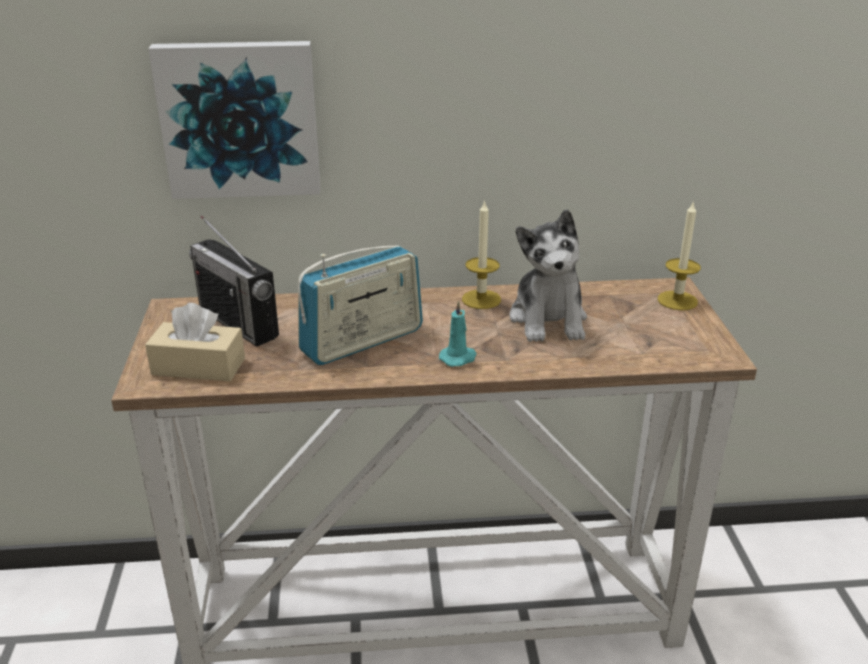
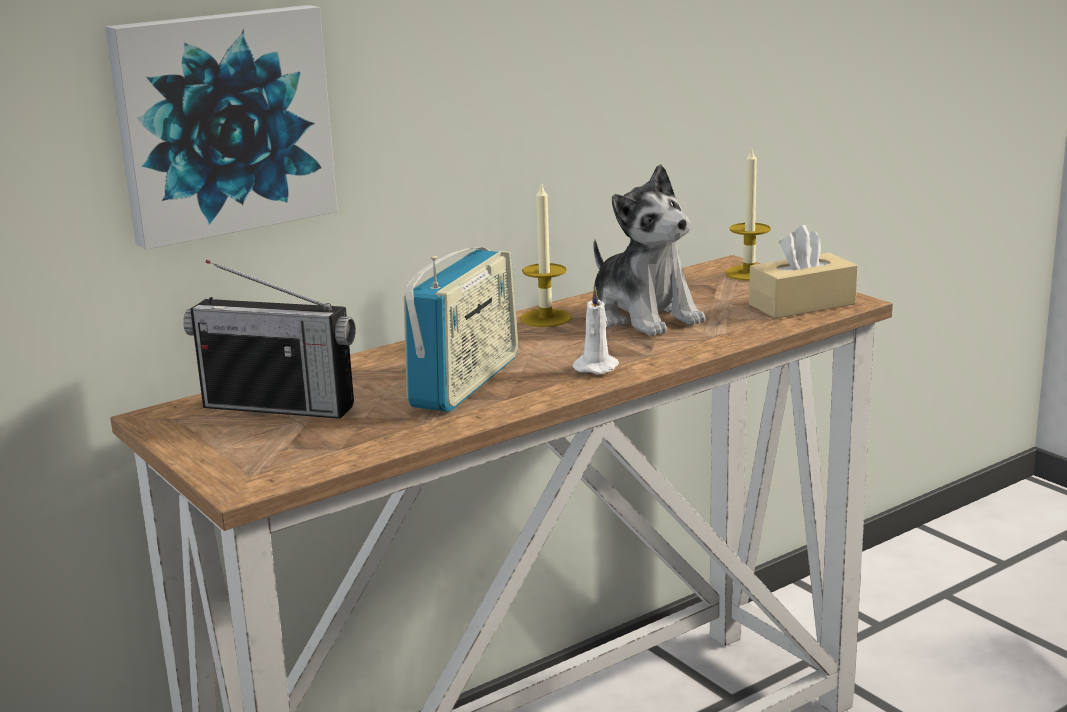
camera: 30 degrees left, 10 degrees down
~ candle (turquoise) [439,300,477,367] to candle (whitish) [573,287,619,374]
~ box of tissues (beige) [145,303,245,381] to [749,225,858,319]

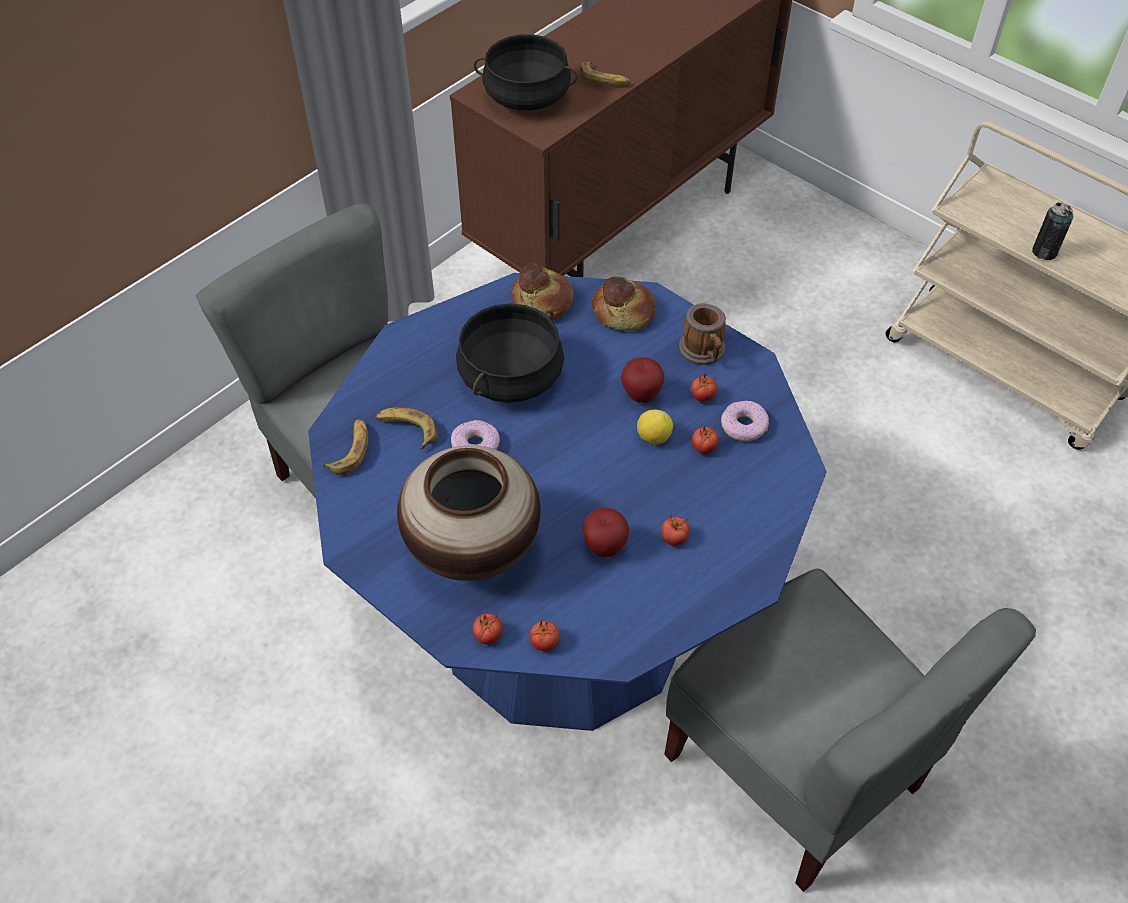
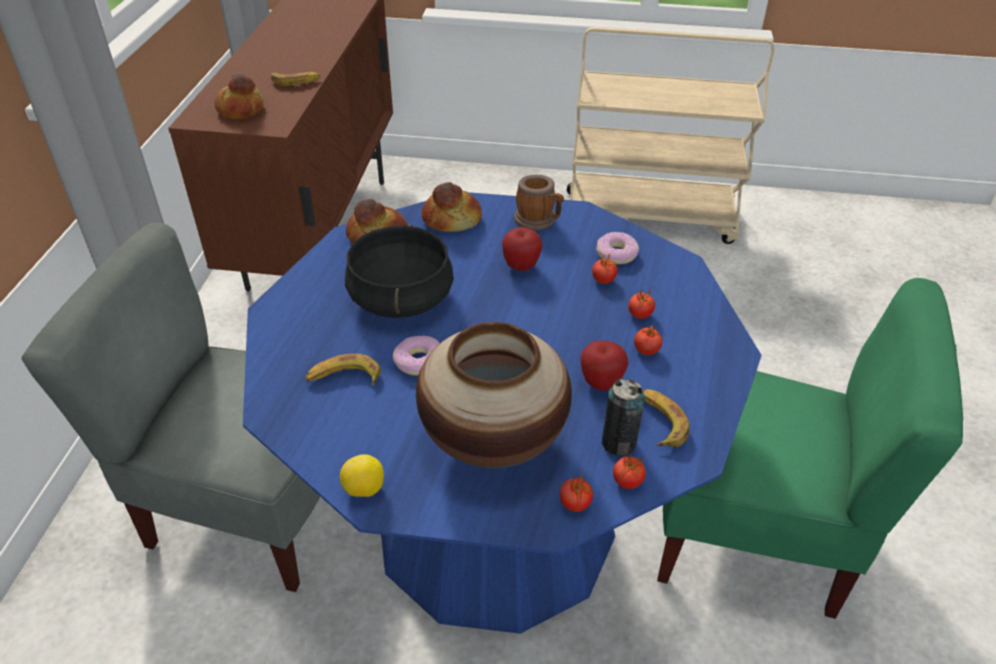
camera: 35 degrees left, 10 degrees down
~ cooking pot (black-coloured) [474,34,578,110] to baked bread [215,74,264,119]
~ can [1032,203,1073,260] to [602,379,645,456]
~ fresh tomato [691,373,717,402] to [628,289,655,319]
~ lemon [637,410,673,445] to [340,454,384,497]
~ banana fruit [322,419,368,475] to [643,389,690,447]
~ plain chair (greyish) [664,568,1036,892] to plain chair (green-coloured) [657,278,963,619]

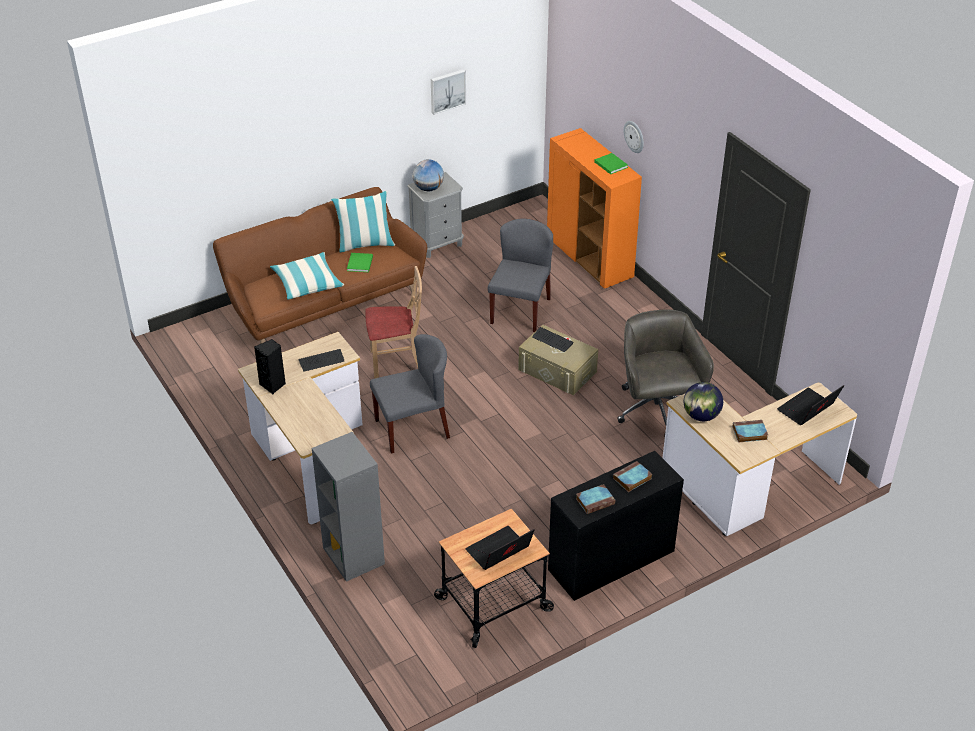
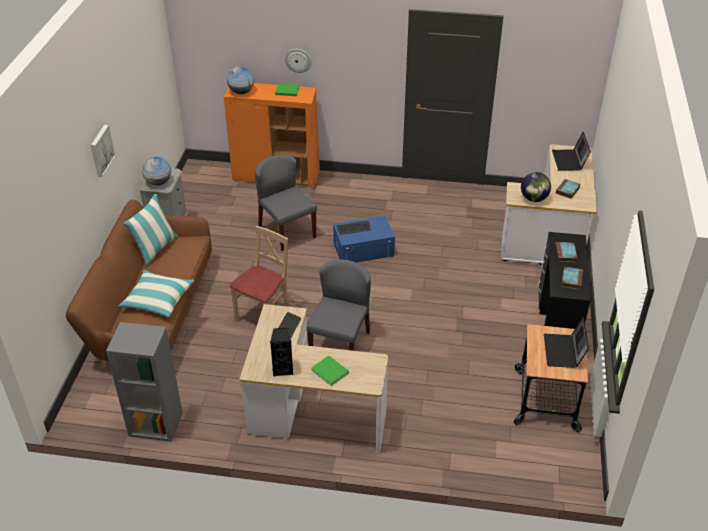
camera: 50 degrees left, 0 degrees up
~ picture [431,69,466,115] to [91,124,115,177]
~ book (green-coloured) [347,253,373,272] to [311,355,349,386]
- computer chair (greyish) [617,310,714,438]
~ storage container (beige) [518,325,598,396] to storage container (bluish) [333,216,395,263]
~ bookcase (greyish) [312,432,385,582] to [106,322,183,442]
+ desk globe [227,67,254,94]

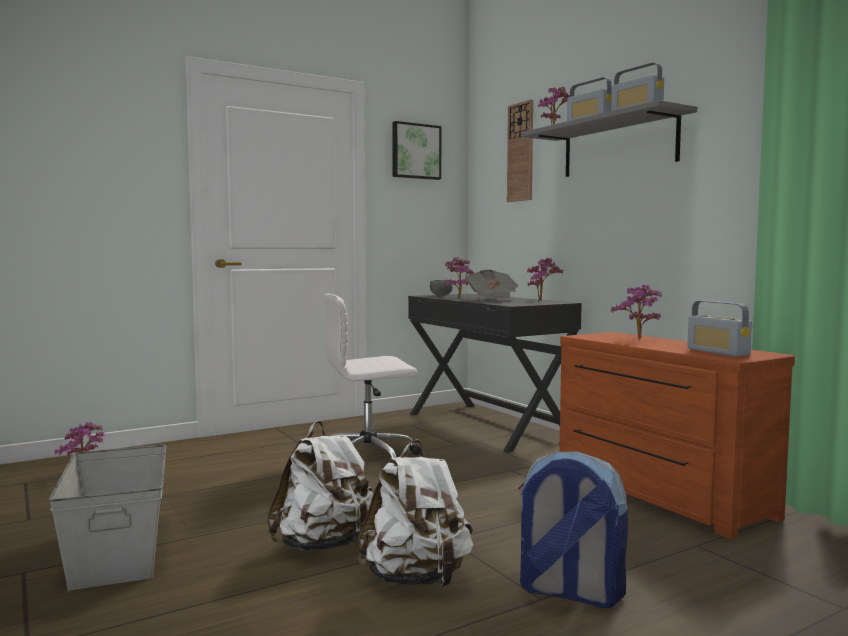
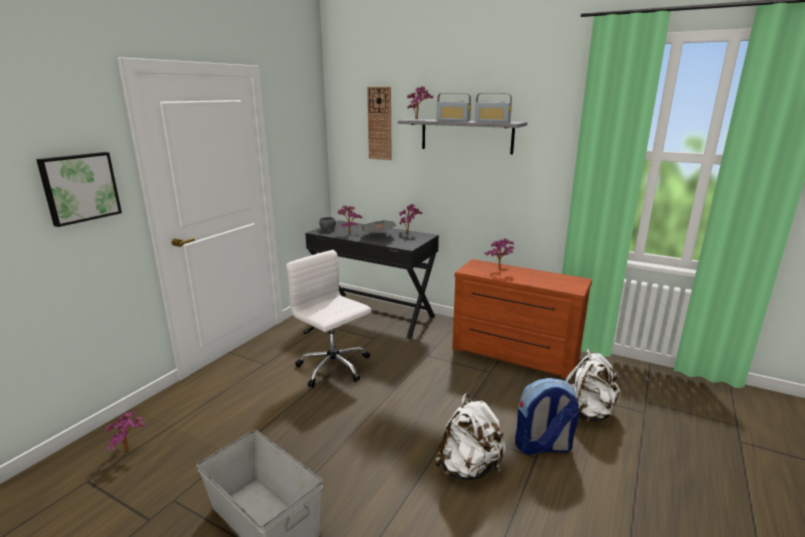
camera: 30 degrees left, 15 degrees up
~ picture [392,121,441,180] to [36,152,122,227]
~ computer chair (whitish) [324,293,421,458] = [286,250,371,388] 90 degrees clockwise
- radio [687,301,752,357]
~ backpack (whitish) [267,421,373,551] to [565,349,621,422]

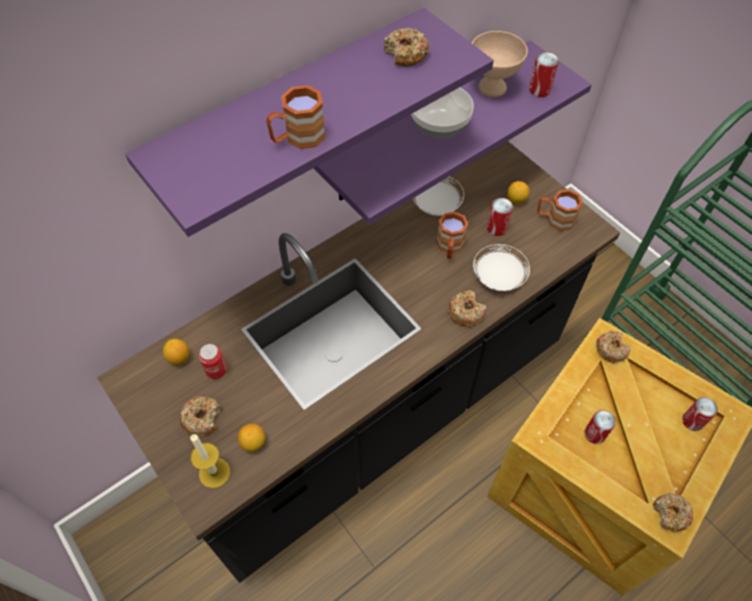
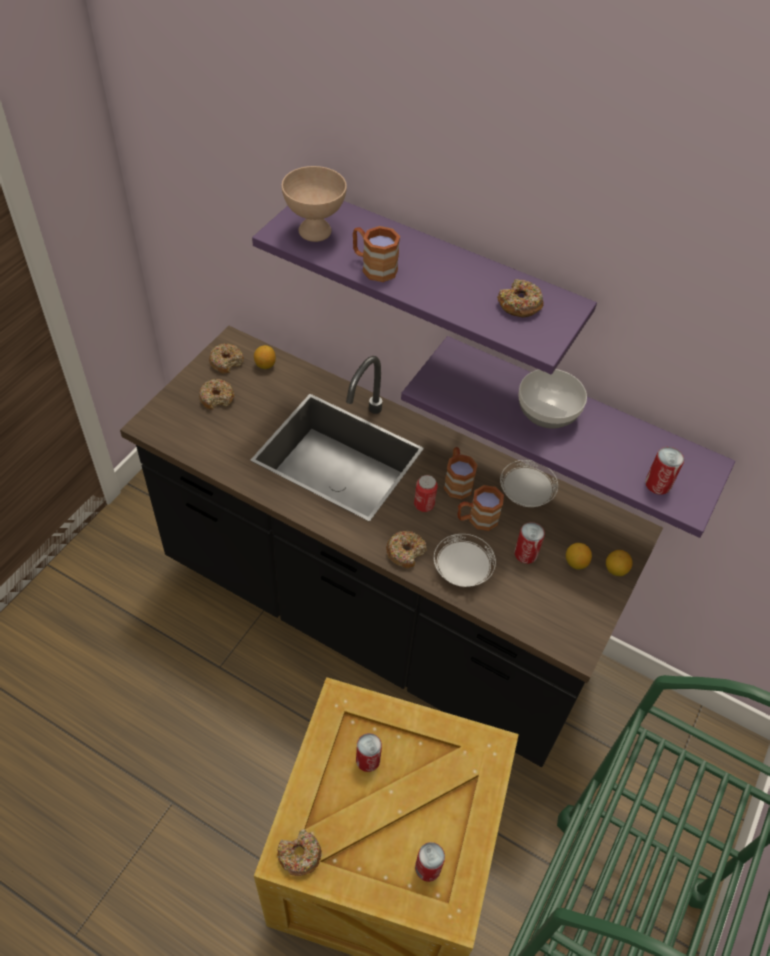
camera: 65 degrees right, 5 degrees down
~ serving bowl (beige) [472,31,528,97] to [282,166,347,242]
~ coffee mug (brown) [537,189,583,231] to [444,447,477,500]
~ ring doughnut [596,331,631,363] to [209,344,244,374]
~ can [199,344,227,379] to [414,475,438,512]
~ lemon [238,424,265,452] to [606,550,633,576]
- candle [190,434,230,488]

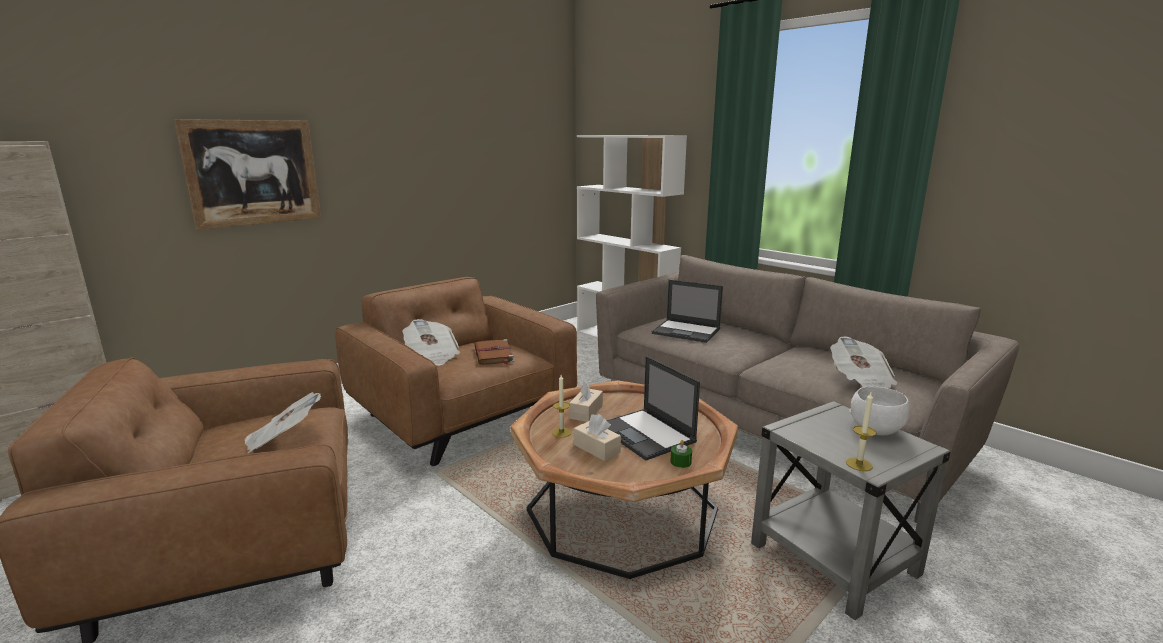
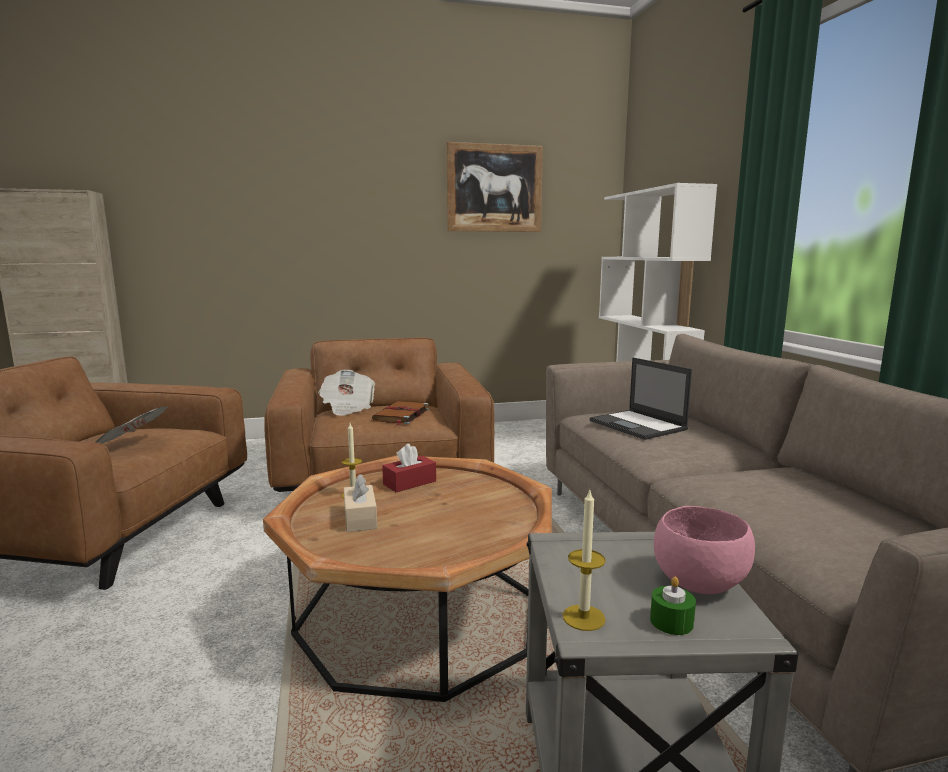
camera: 30 degrees right, 5 degrees down
~ picture [174,119,321,230] to [447,142,543,232]
- daily paper [830,336,897,388]
- laptop [606,356,700,461]
~ box of tissues (beige) [569,381,603,422] to box of tissues (red-coloured) [382,444,436,492]
~ serving bowl (whitish) [849,386,910,436] to serving bowl (pink-coloured) [654,506,755,594]
~ candle (green-coloured) [670,440,692,468] to [650,577,696,635]

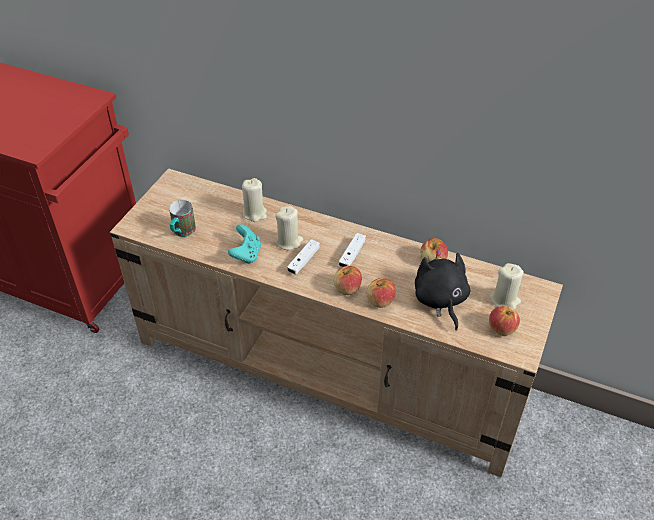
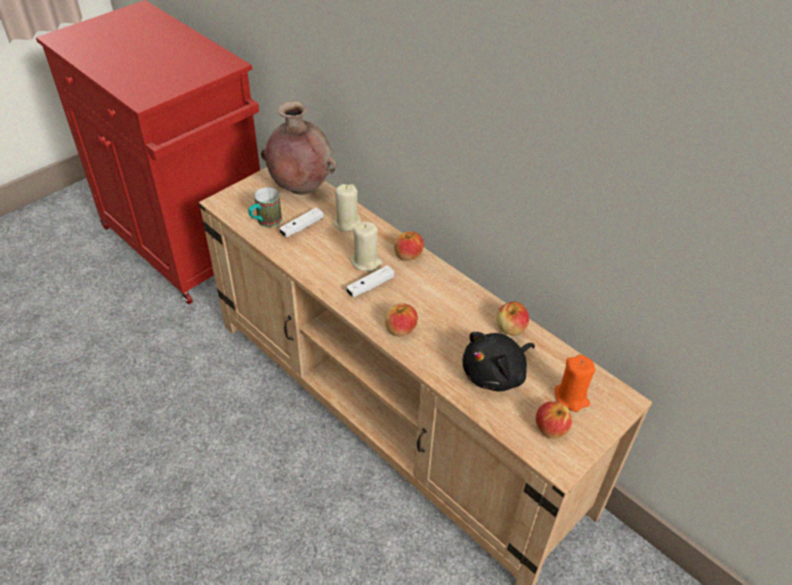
camera: 20 degrees right, 0 degrees up
- gamepad (turquoise) [228,224,261,264]
~ gamepad (whitish) [338,233,366,267] to [279,207,323,237]
~ soft toy (black-coloured) [415,249,470,331] = [462,332,535,392] 135 degrees counterclockwise
~ candle (beige) [490,263,524,309] to candle (orangey) [554,354,595,412]
~ whole apple [367,278,396,308] to [394,231,424,261]
+ vase (brown) [261,101,337,195]

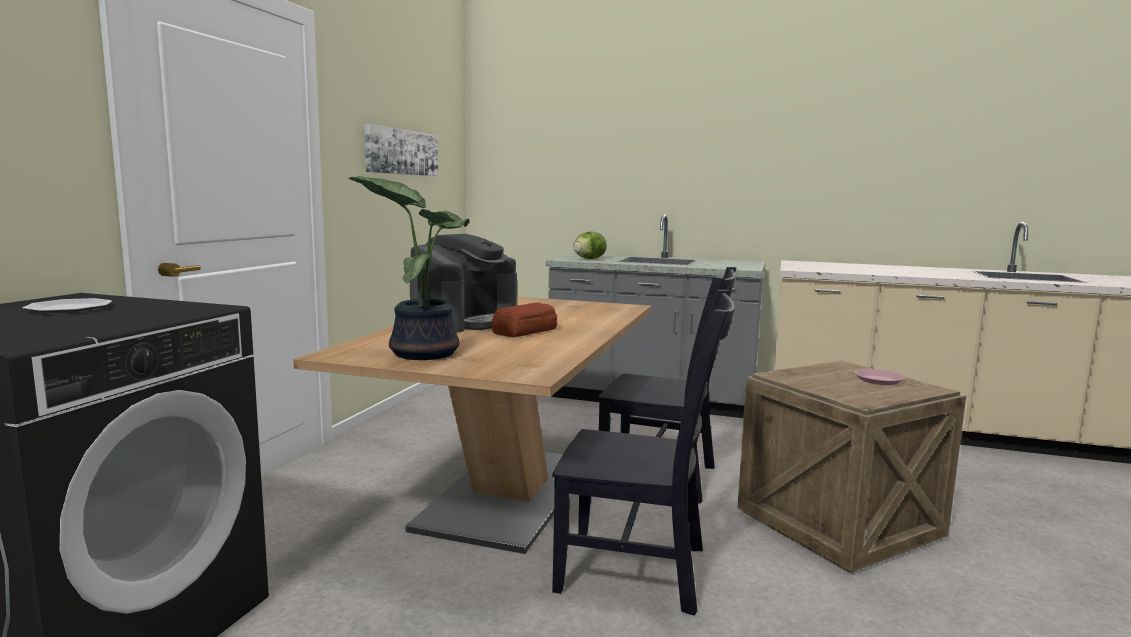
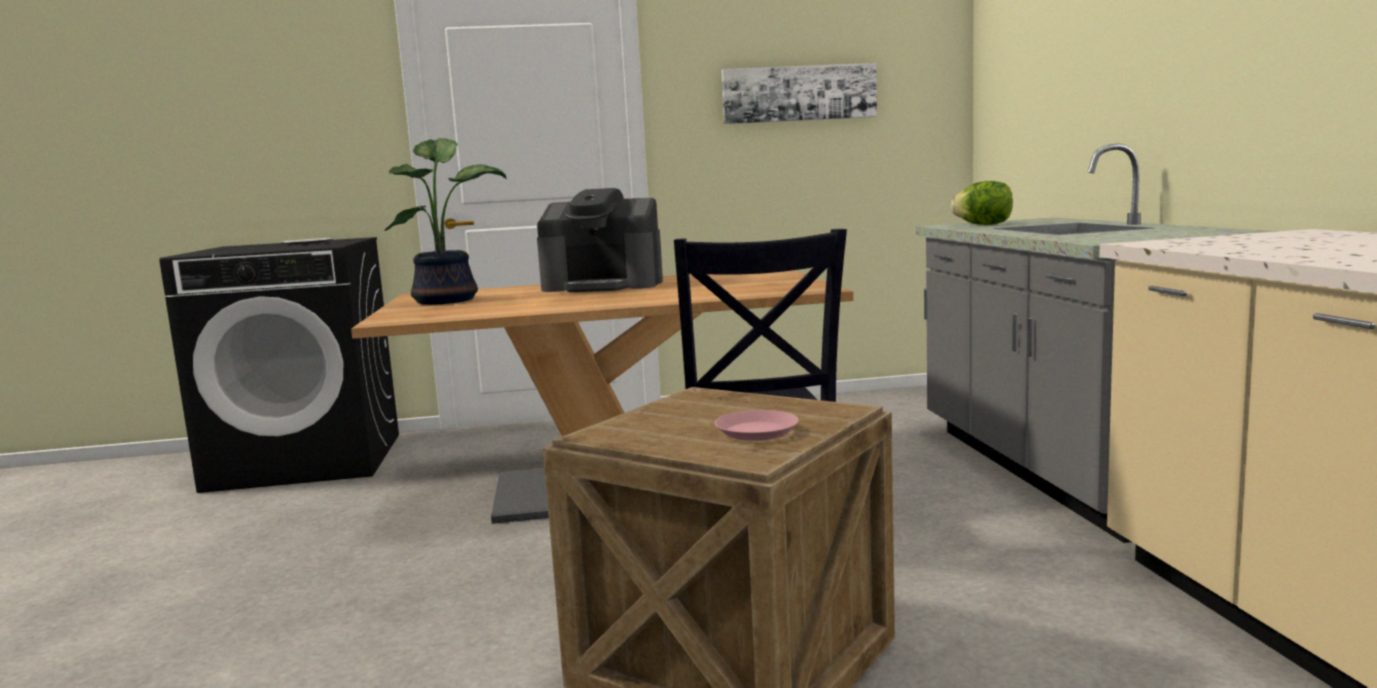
camera: 65 degrees right, 0 degrees up
- plain chair (black-coloured) [552,290,735,616]
- baked bread [492,303,557,337]

